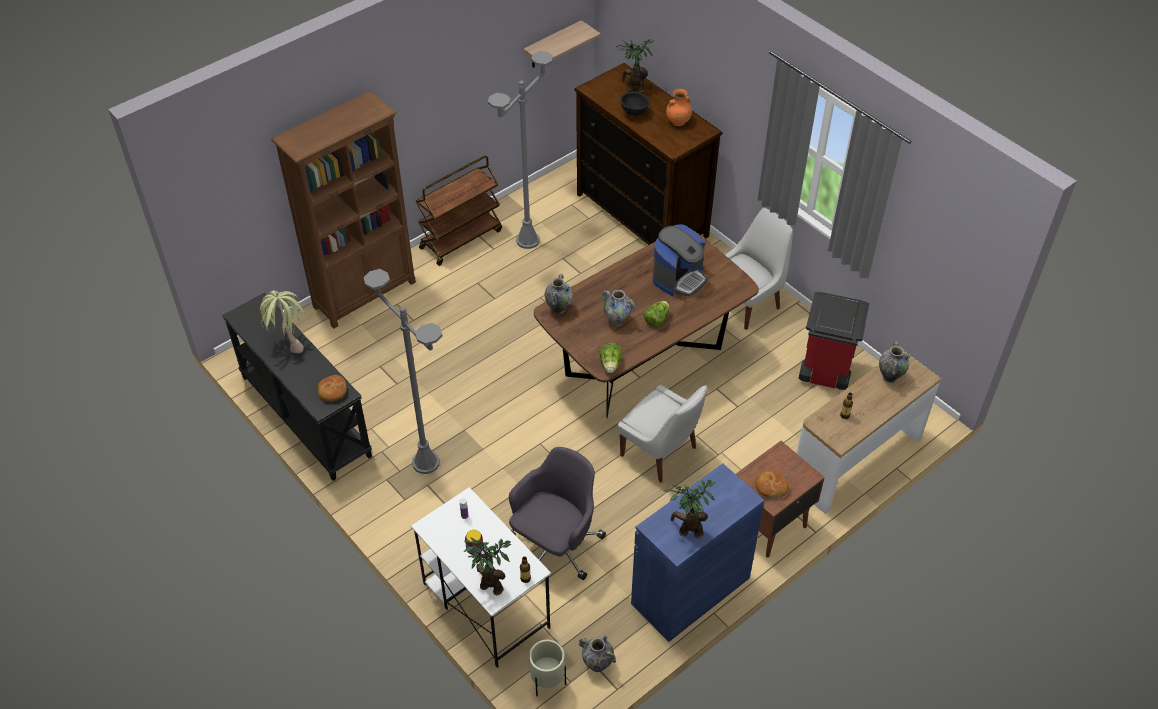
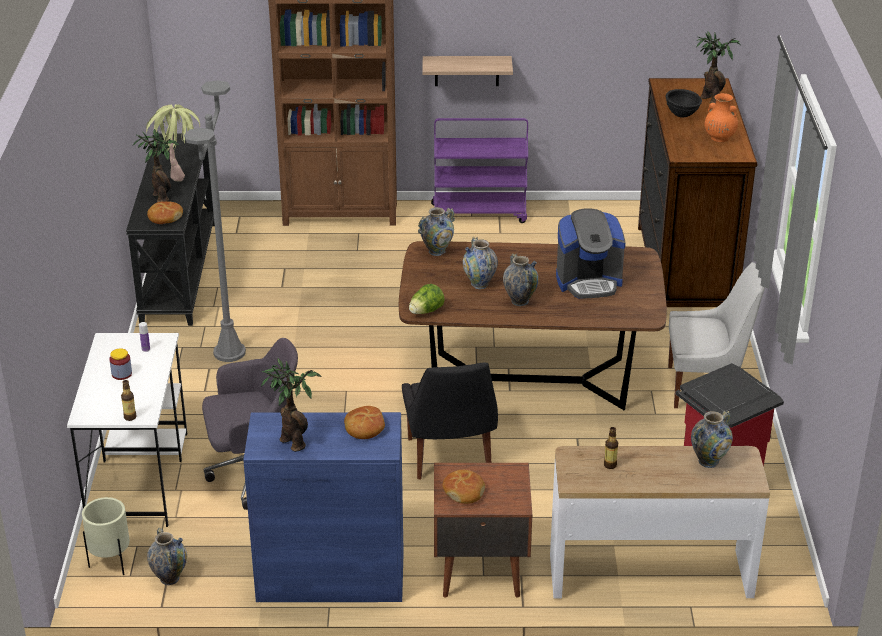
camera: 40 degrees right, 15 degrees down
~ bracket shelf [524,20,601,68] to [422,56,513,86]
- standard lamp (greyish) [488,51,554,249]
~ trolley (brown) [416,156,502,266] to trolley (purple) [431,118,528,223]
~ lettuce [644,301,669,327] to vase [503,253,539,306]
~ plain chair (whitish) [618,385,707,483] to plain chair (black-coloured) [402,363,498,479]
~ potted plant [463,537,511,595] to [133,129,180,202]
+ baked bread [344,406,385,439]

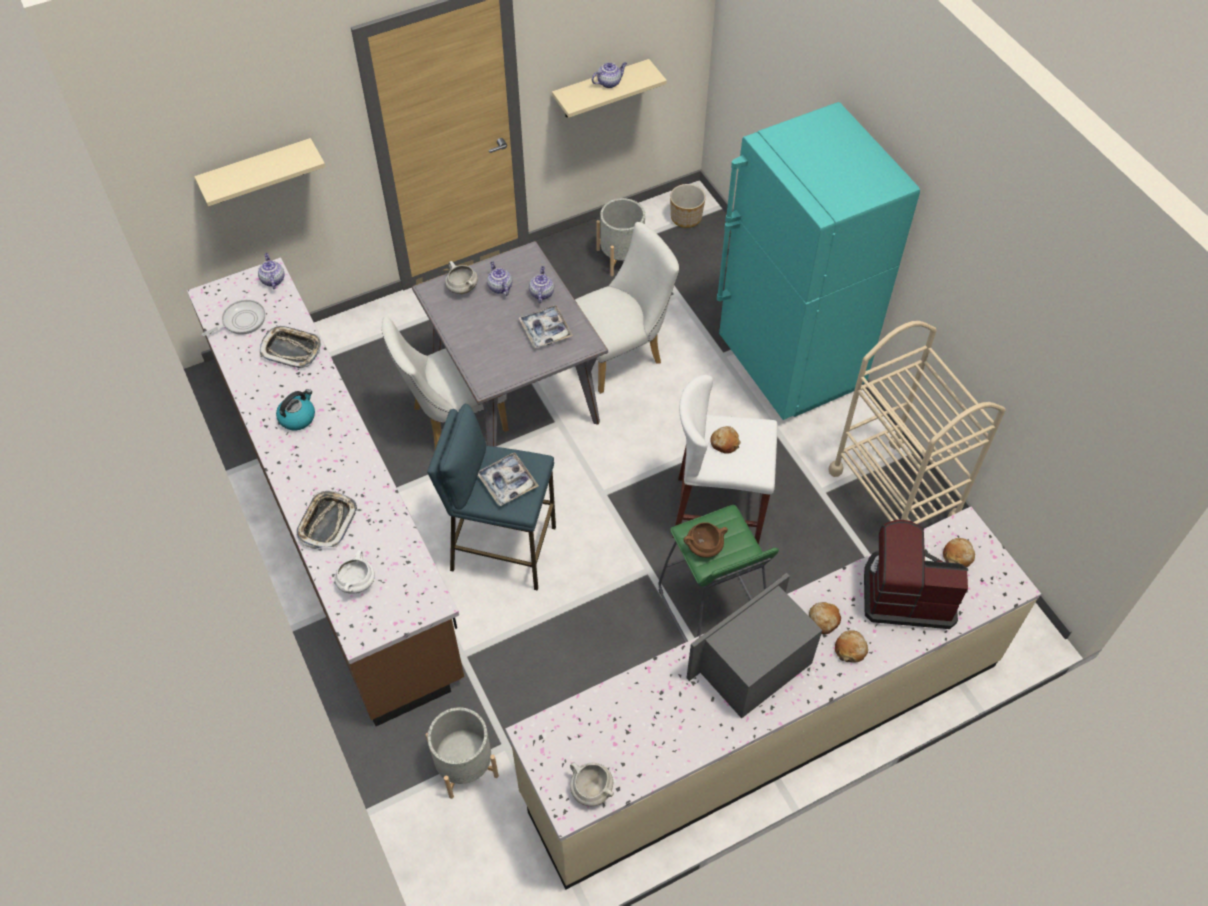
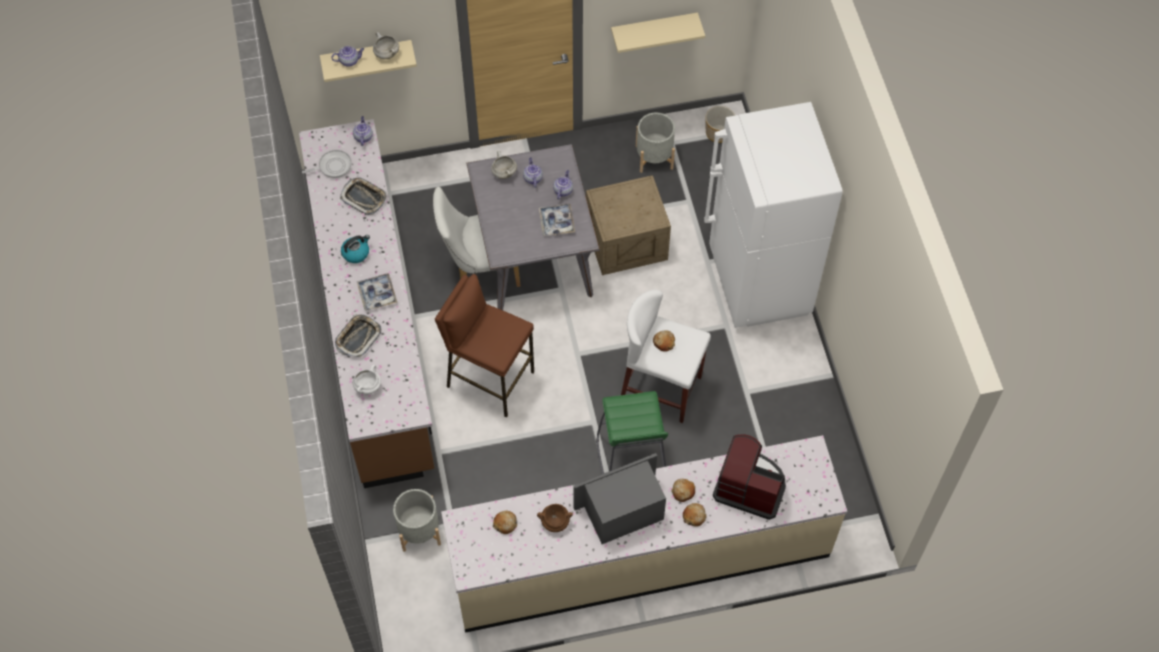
camera: 15 degrees right, 5 degrees up
~ tea pot [592,62,627,88] to [331,46,364,67]
~ refrigerator (turquoise) [717,102,920,420] to refrigerator (whitish) [704,102,843,328]
~ plain chair (whitish) [575,222,679,394] to shipping crate [586,175,671,275]
- trolley (beige) [828,321,1006,524]
~ sitting stool (bluish) [427,404,556,591] to sitting stool (brown) [435,274,534,417]
~ tray [478,452,539,506] to [357,273,397,311]
~ cooking pot (brown) [684,522,728,558] to [537,504,573,532]
~ baked bread [943,538,975,567] to [493,511,517,534]
~ cooking pot (whitish) [570,762,614,806] to [373,32,399,59]

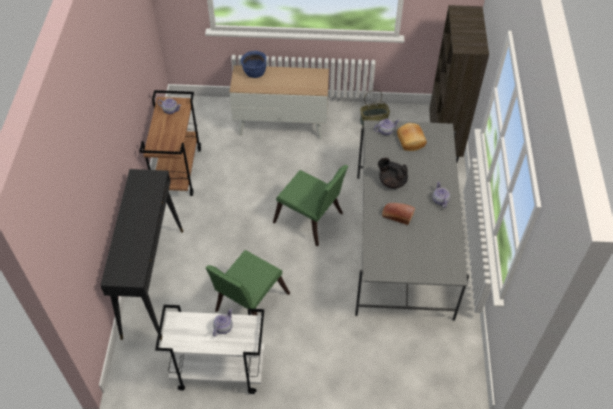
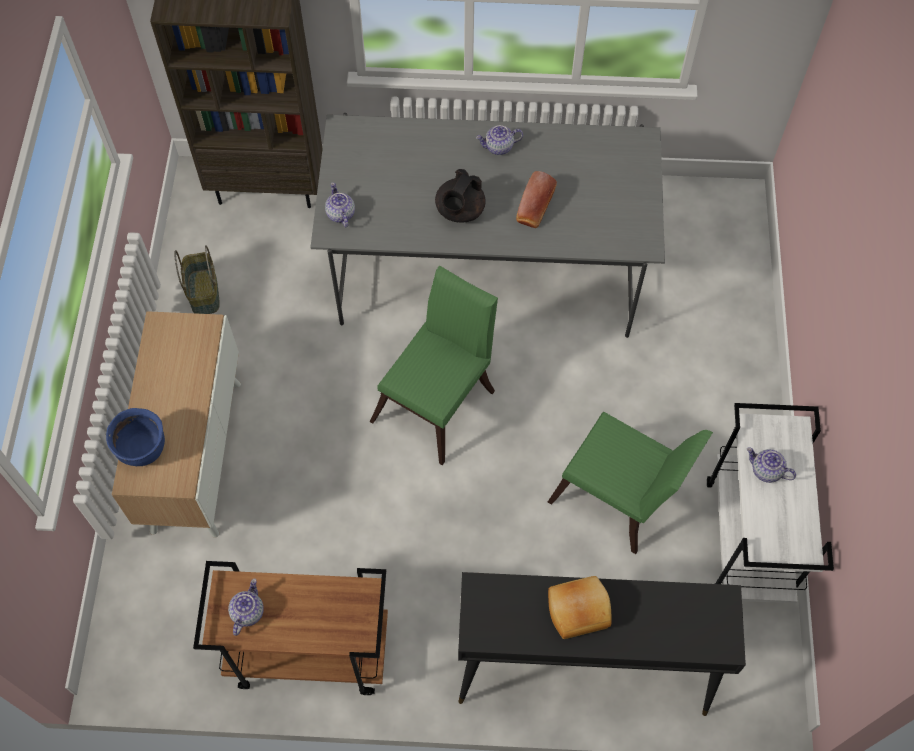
camera: 90 degrees left, 10 degrees up
~ baked bread [397,123,427,151] to [548,576,612,639]

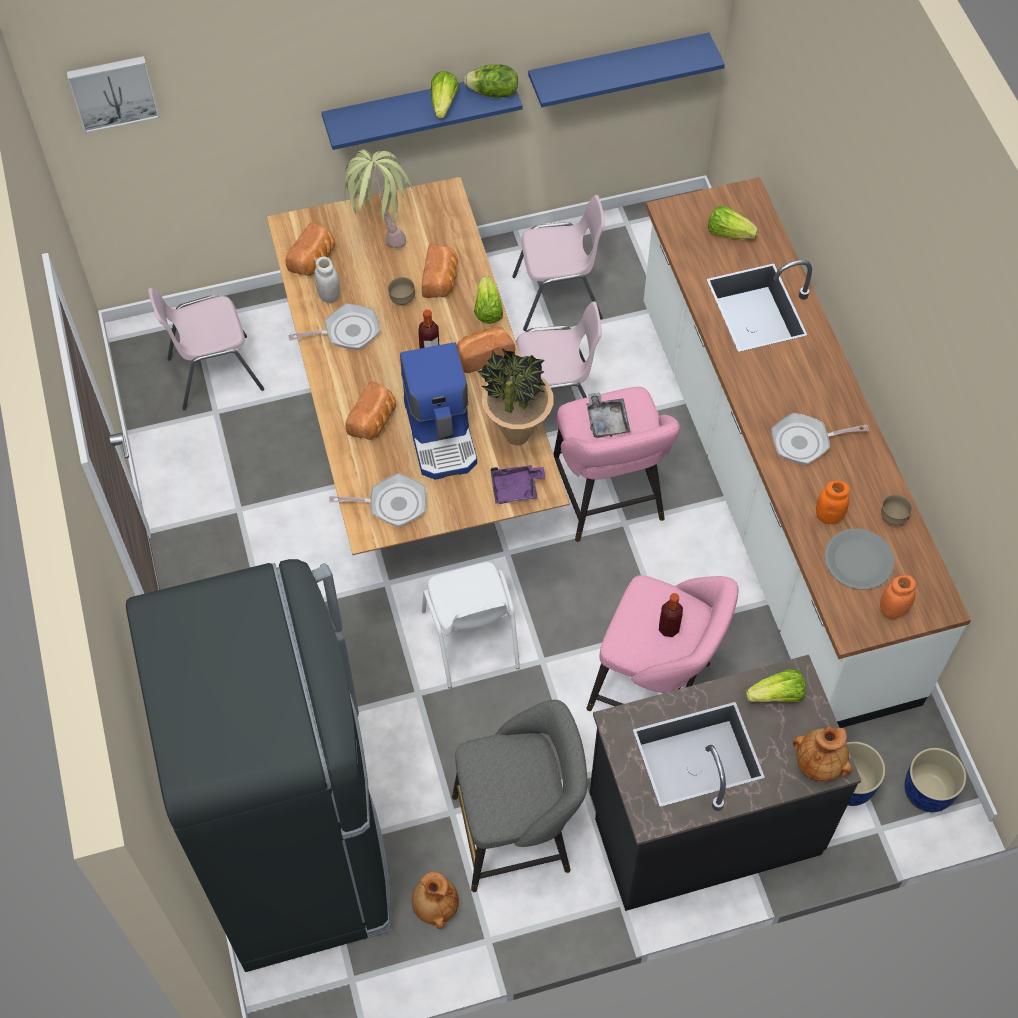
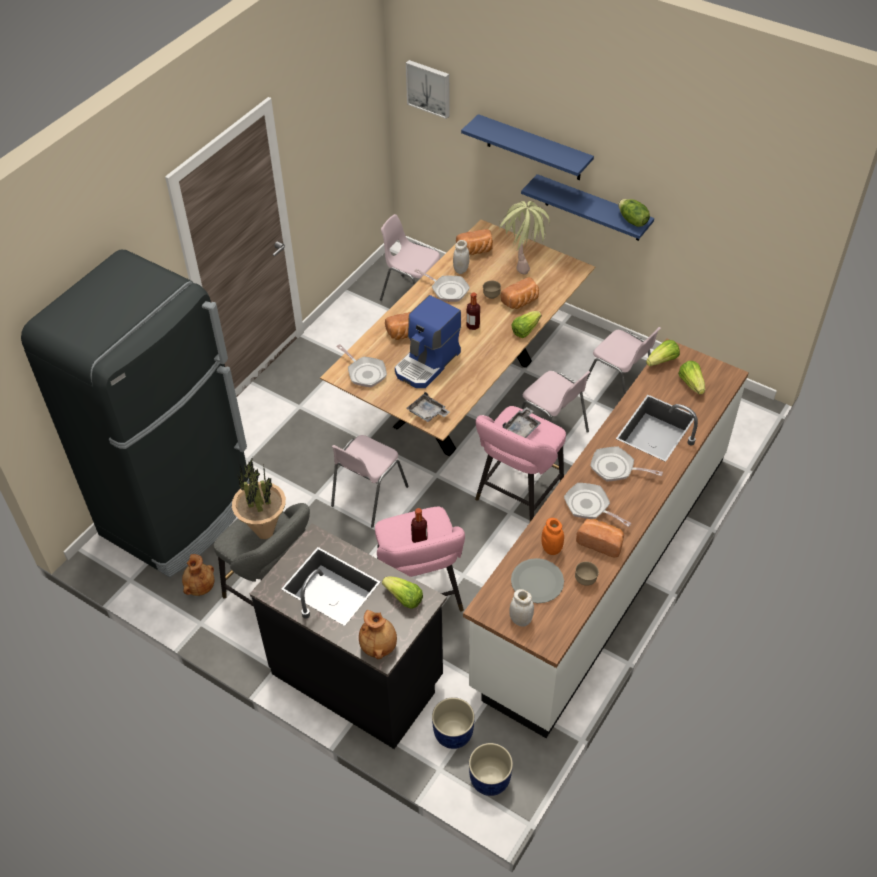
camera: 50 degrees right, 10 degrees down
~ bracket shelf (bluish) [528,33,725,107] to [461,114,594,180]
~ lettuce [431,71,459,118] to [646,340,680,366]
~ baked bread [457,327,516,373] to [576,519,624,557]
~ potted plant [477,348,554,445] to [232,457,286,539]
~ tray (purple) [491,465,545,504] to tray (greyish) [406,392,450,422]
~ plain chair (whitish) [422,562,520,688] to plain chair (pink-coloured) [331,435,409,528]
~ storage jar (orangey) [880,575,916,619] to storage jar (whitish) [510,589,534,627]
+ skillet [590,446,663,482]

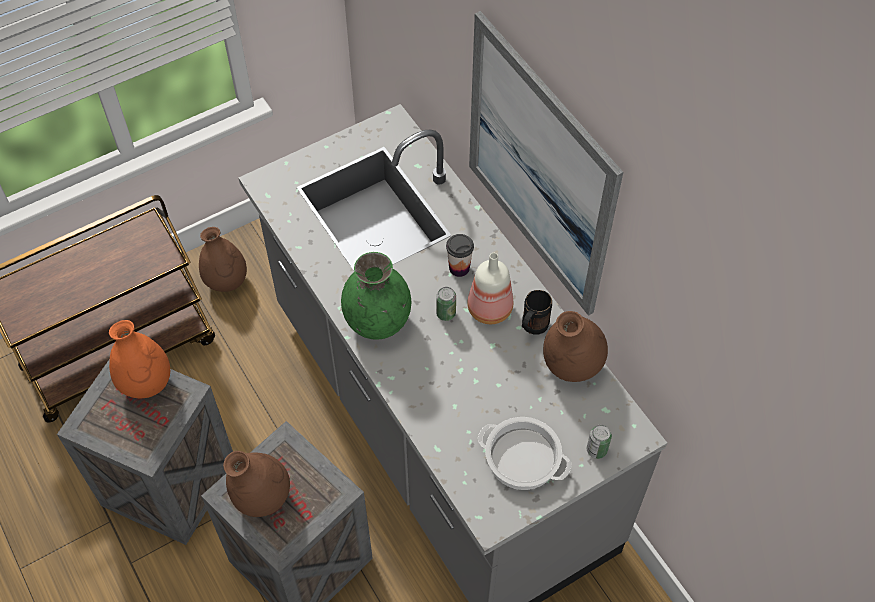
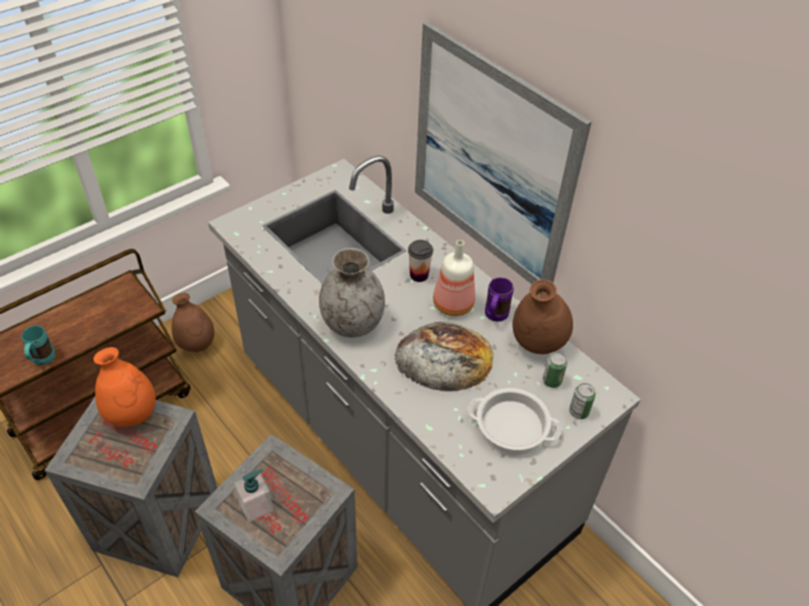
camera: 10 degrees left, 10 degrees down
~ vase (green-coloured) [341,252,411,340] to vase (greyish) [319,248,385,338]
~ can [436,287,456,321] to [543,352,567,388]
~ coffee mug (black-coloured) [522,290,552,335] to coffee mug (purple) [485,277,514,322]
~ vase (brown) [223,451,290,517] to liquid soap bottle [234,469,273,522]
+ baked bread [394,322,493,391]
+ coffee mug (turquoise) [21,325,56,365]

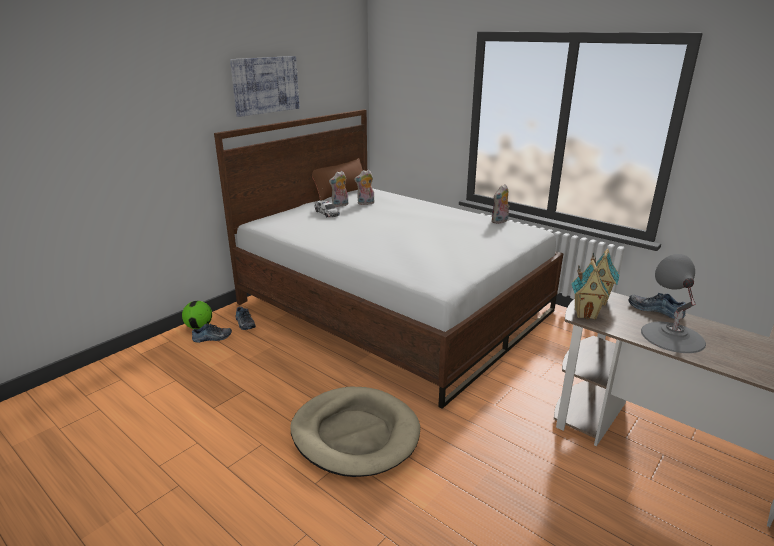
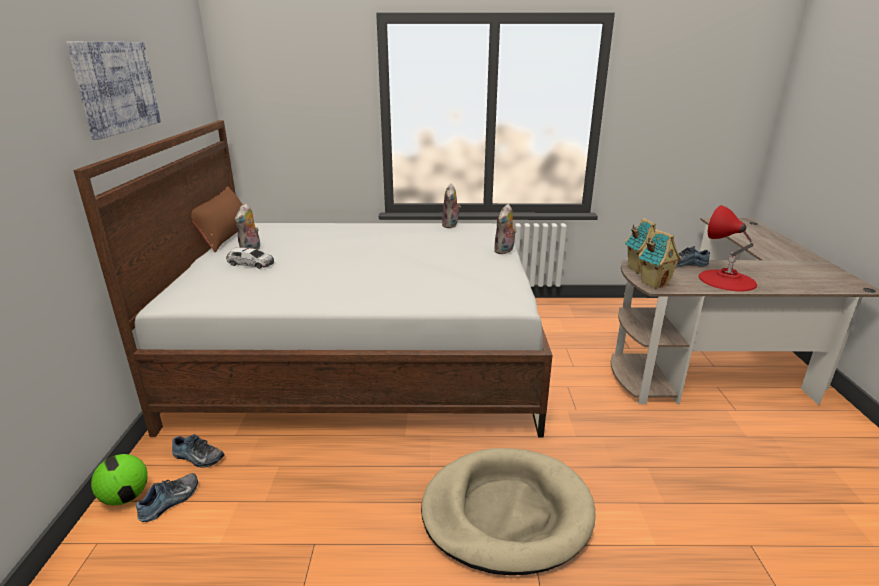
camera: 40 degrees left, 0 degrees up
~ soft toy [354,170,374,205] to [494,204,517,254]
~ lamp for a table (greyish) [641,254,706,353] to lamp for a table (red-coloured) [698,205,757,291]

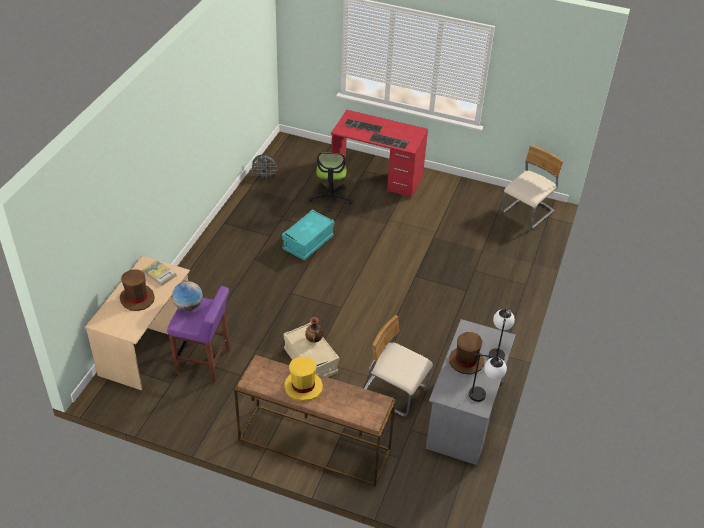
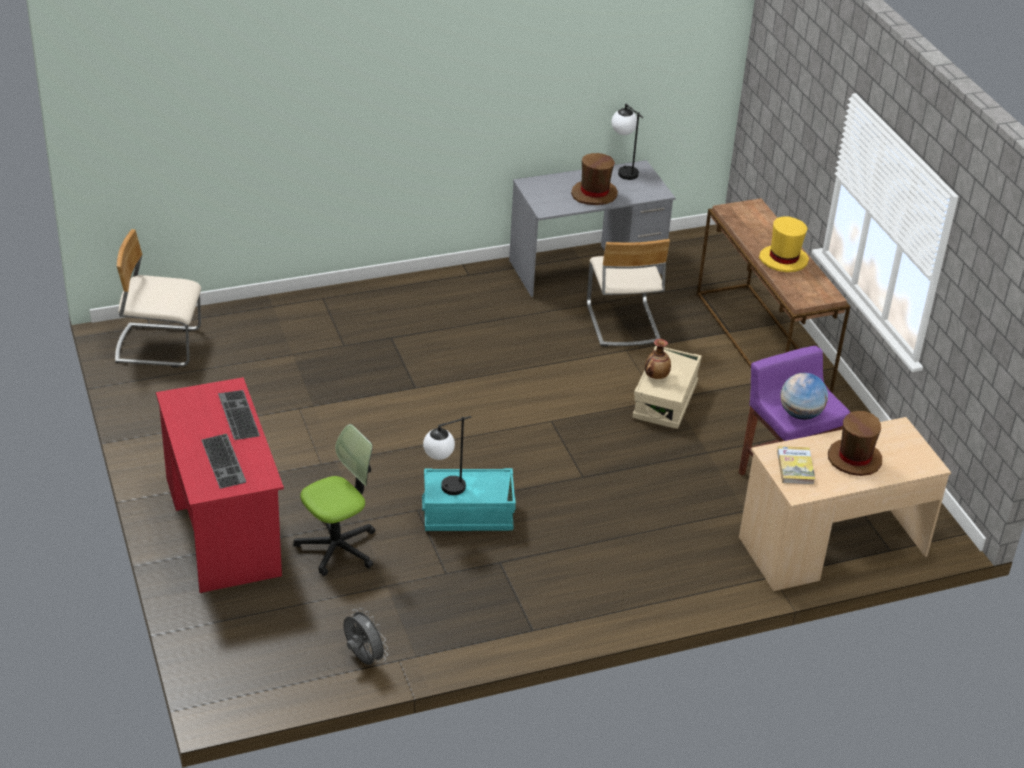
camera: 130 degrees left, 5 degrees down
~ lamp for a table [489,308,515,361] to [423,416,471,495]

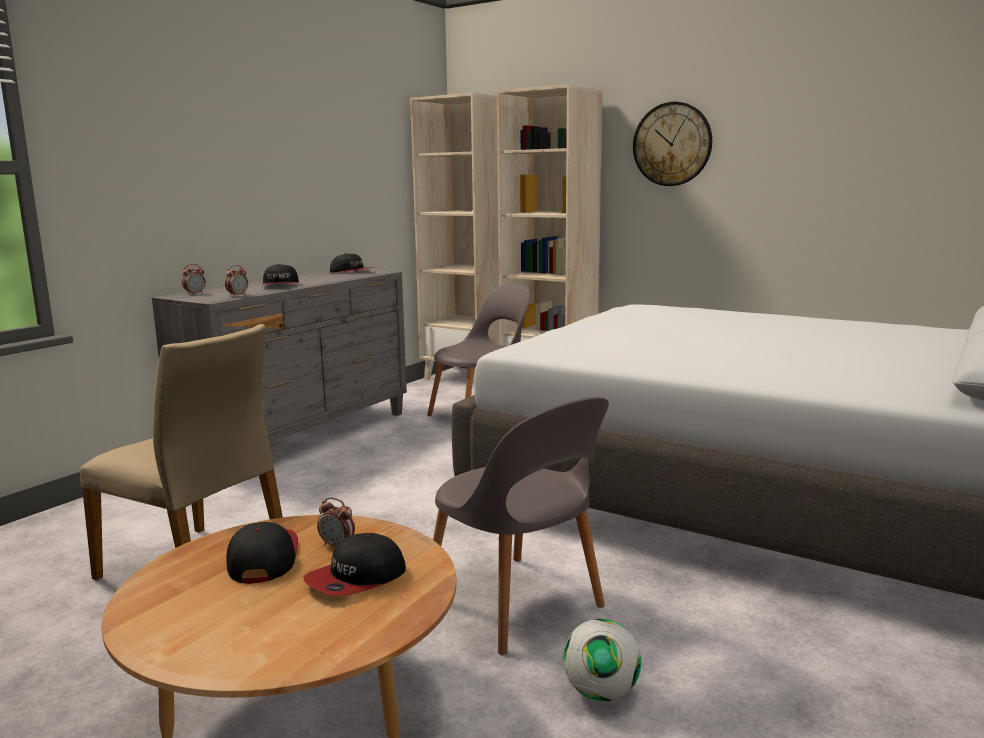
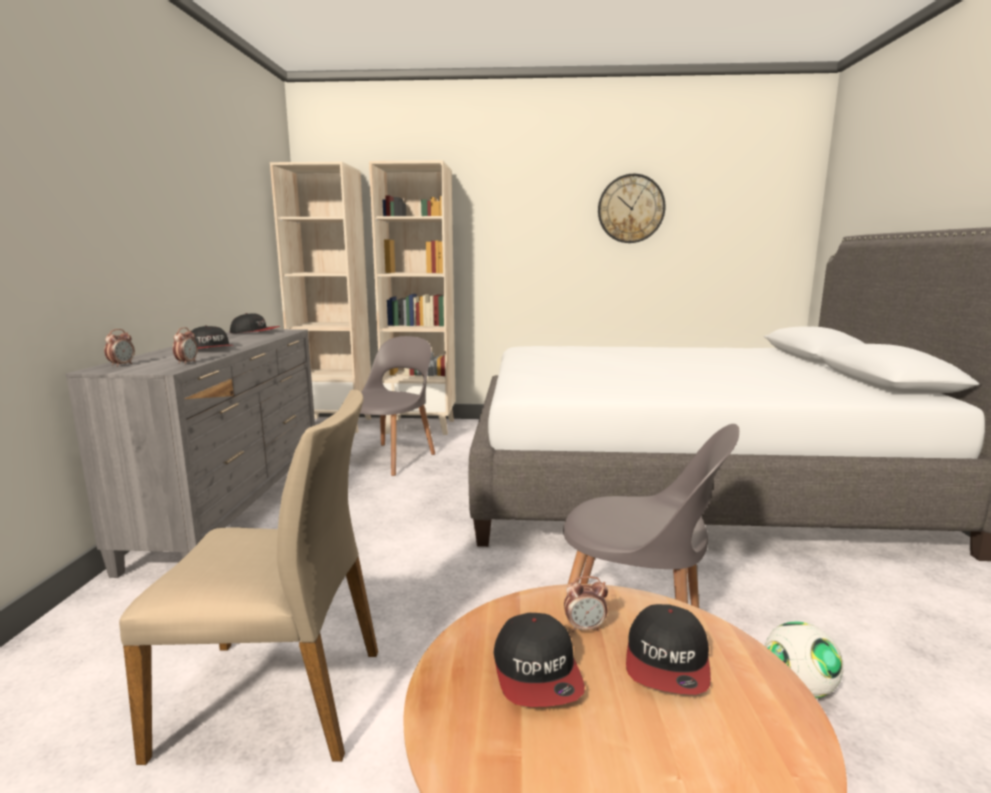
camera: 30 degrees left, 0 degrees up
~ clock on the wall [633,102,712,186] to [598,174,666,243]
~ baseball cap [226,522,298,584] = [494,613,585,707] 150 degrees counterclockwise

